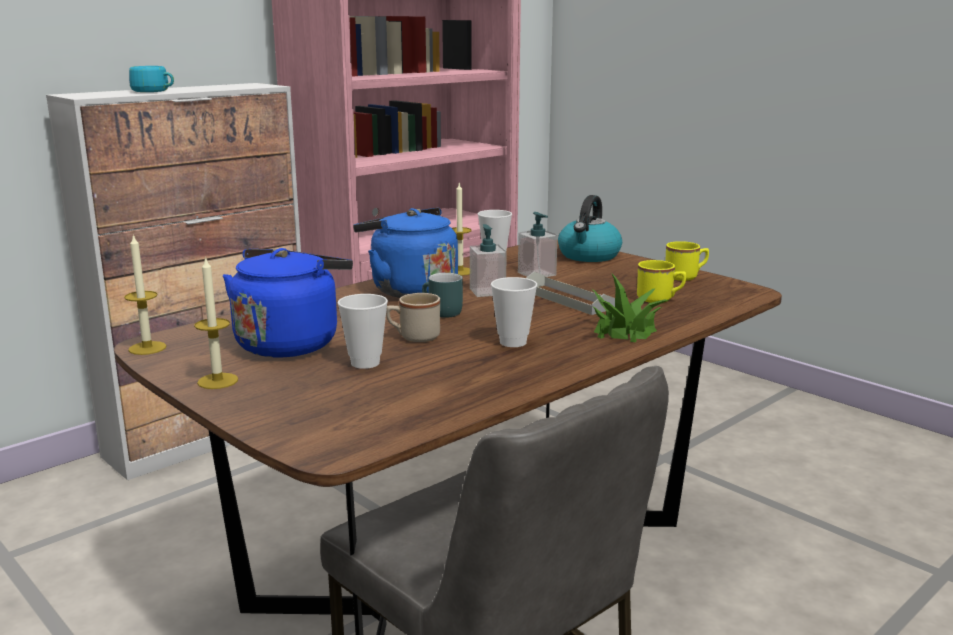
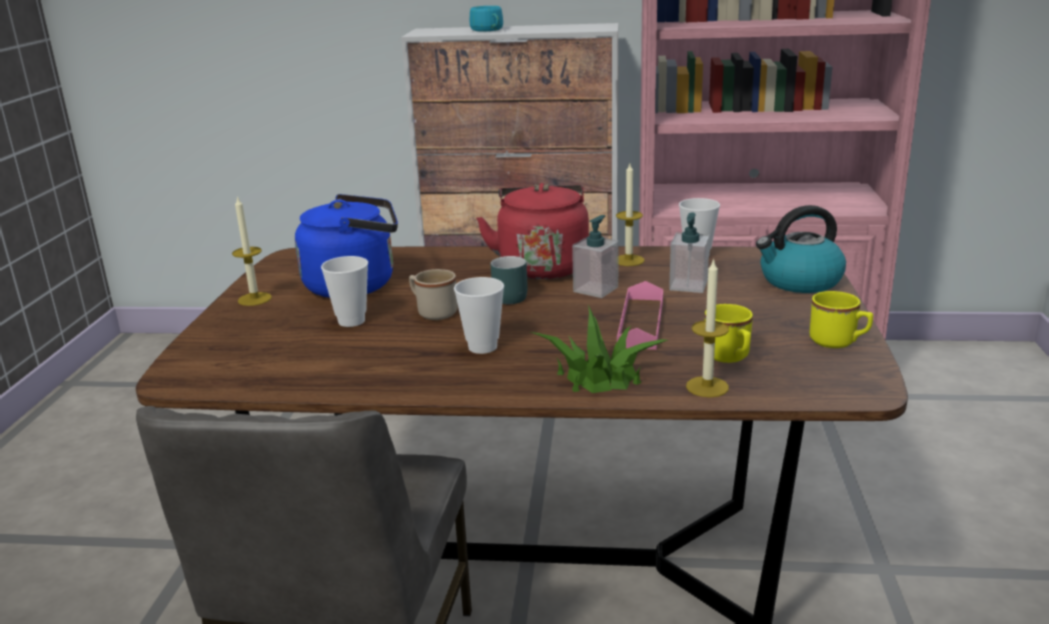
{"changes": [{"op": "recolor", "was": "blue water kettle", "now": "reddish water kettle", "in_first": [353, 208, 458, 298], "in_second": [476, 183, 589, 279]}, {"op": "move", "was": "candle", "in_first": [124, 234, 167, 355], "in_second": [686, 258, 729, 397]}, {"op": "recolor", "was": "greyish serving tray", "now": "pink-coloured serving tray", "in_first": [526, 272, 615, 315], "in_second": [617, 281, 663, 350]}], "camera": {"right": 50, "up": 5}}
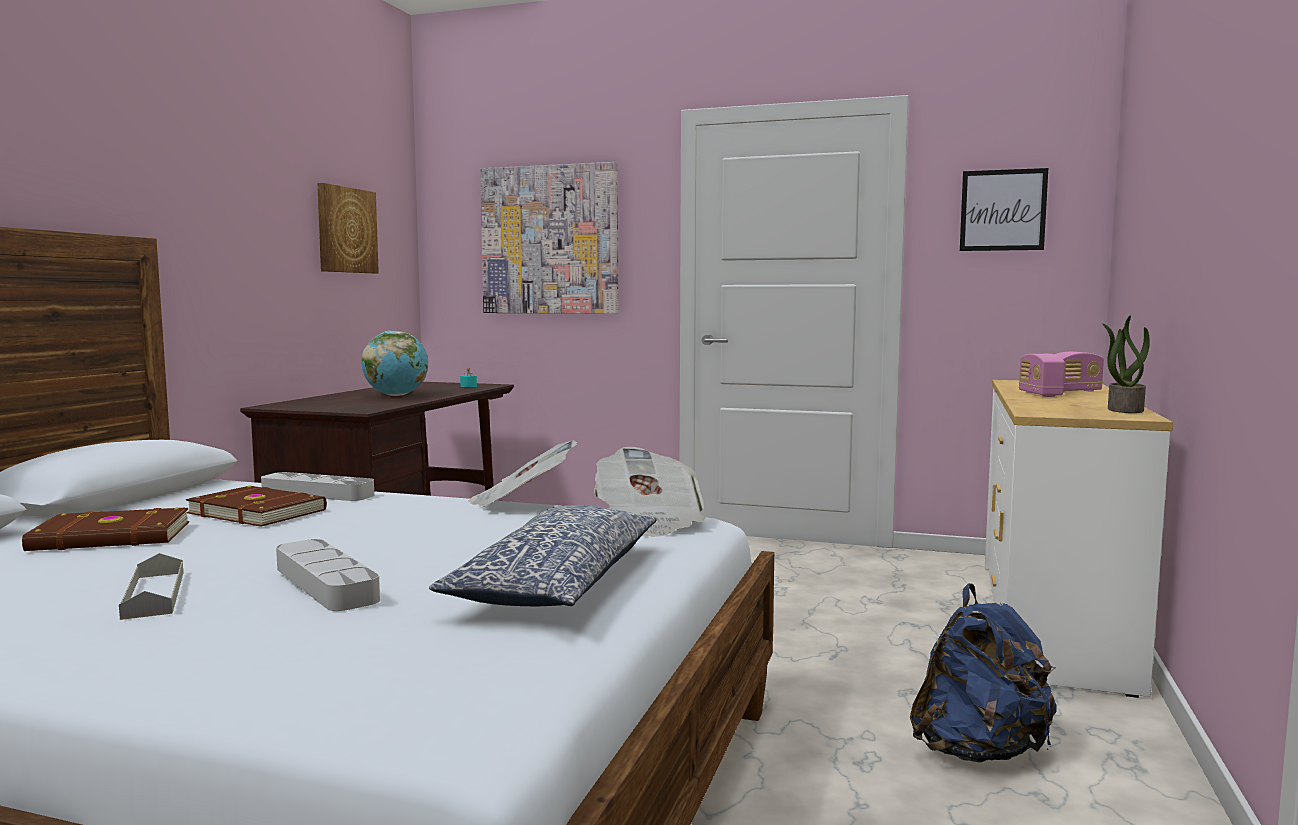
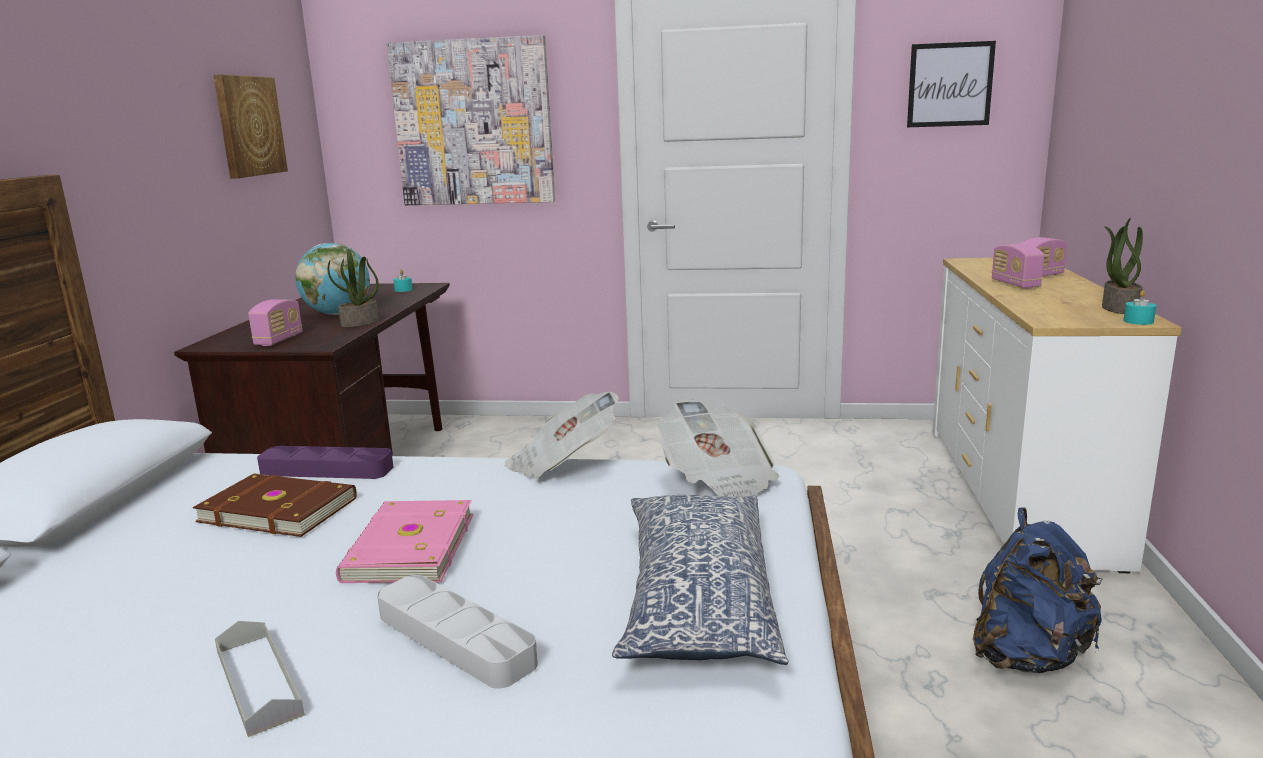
{"changes": [{"op": "recolor", "was": "greyish serving tray", "now": "purple serving tray", "in_first": [261, 472, 374, 501], "in_second": [257, 446, 393, 479]}, {"op": "delete", "was": "brown-coloured bound book", "in_first": [22, 508, 189, 551]}, {"op": "insert", "now": "plant in a pot", "in_second": [327, 249, 379, 327]}, {"op": "insert", "now": "turquoise candle", "in_second": [1123, 290, 1156, 325]}, {"op": "insert", "now": "radio receiver", "in_second": [248, 299, 303, 346]}, {"op": "insert", "now": "pink-coloured bound book", "in_second": [336, 500, 473, 583]}], "camera": {"right": -10, "up": 10}}
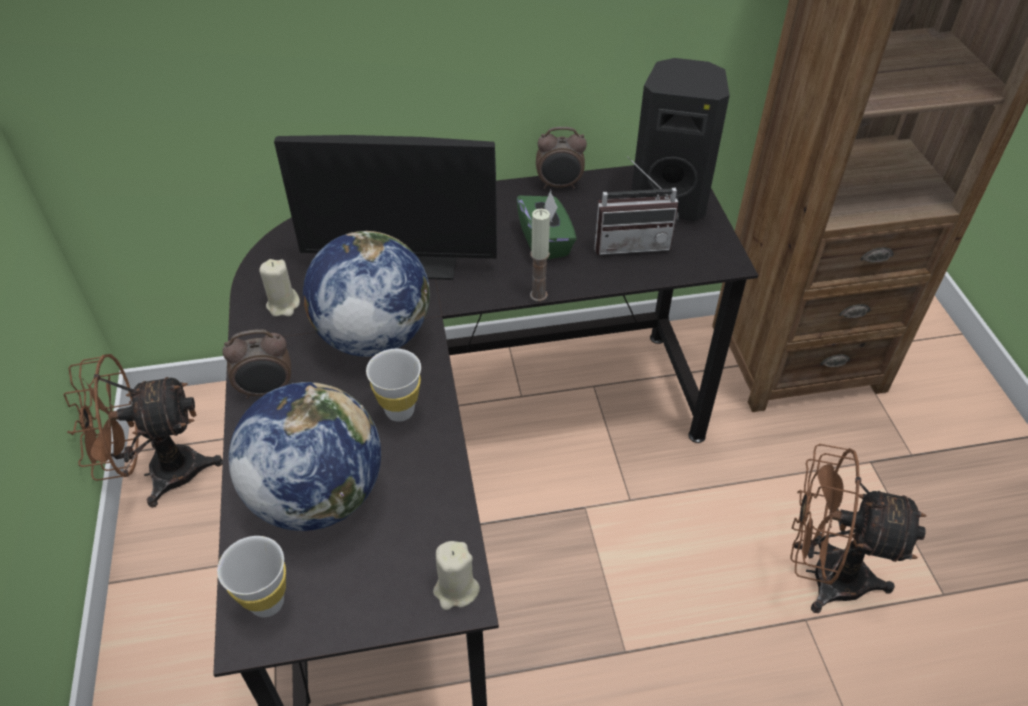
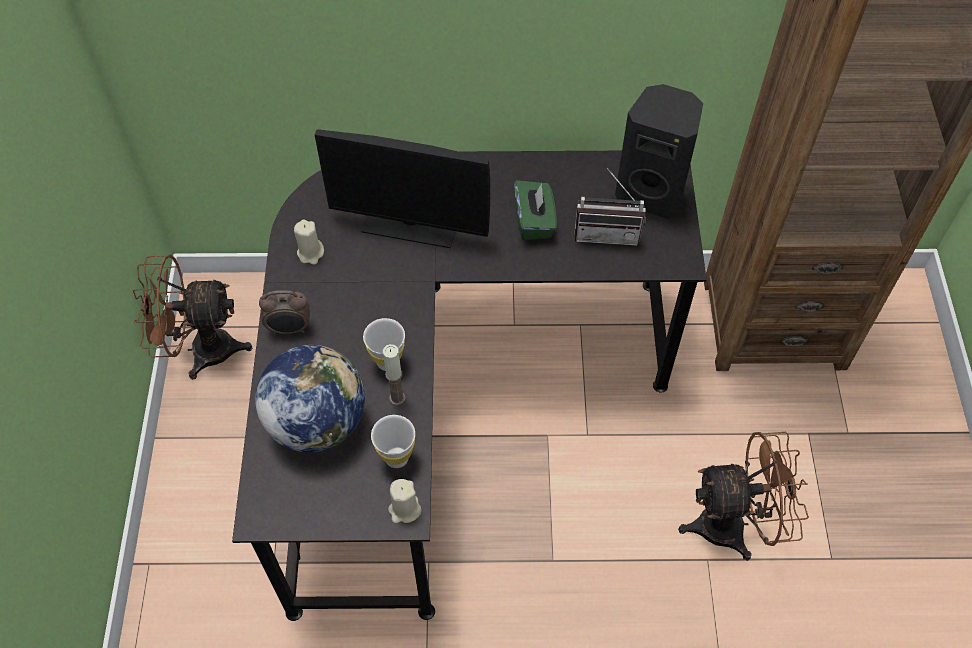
{"changes": [{"op": "delete", "was": "alarm clock", "in_first": [536, 127, 587, 189]}, {"op": "move", "was": "candle", "in_first": [530, 209, 550, 302], "in_second": [383, 344, 405, 405]}, {"op": "delete", "was": "desk globe", "in_first": [303, 231, 430, 357]}, {"op": "rotate", "was": "brown-coloured cooling fan", "in_first": [790, 444, 926, 613], "in_second": [678, 432, 809, 561], "clockwise": 150}, {"op": "move", "was": "white drinking cup", "in_first": [217, 536, 286, 617], "in_second": [371, 415, 415, 468]}], "camera": {"right": 10, "up": 10}}
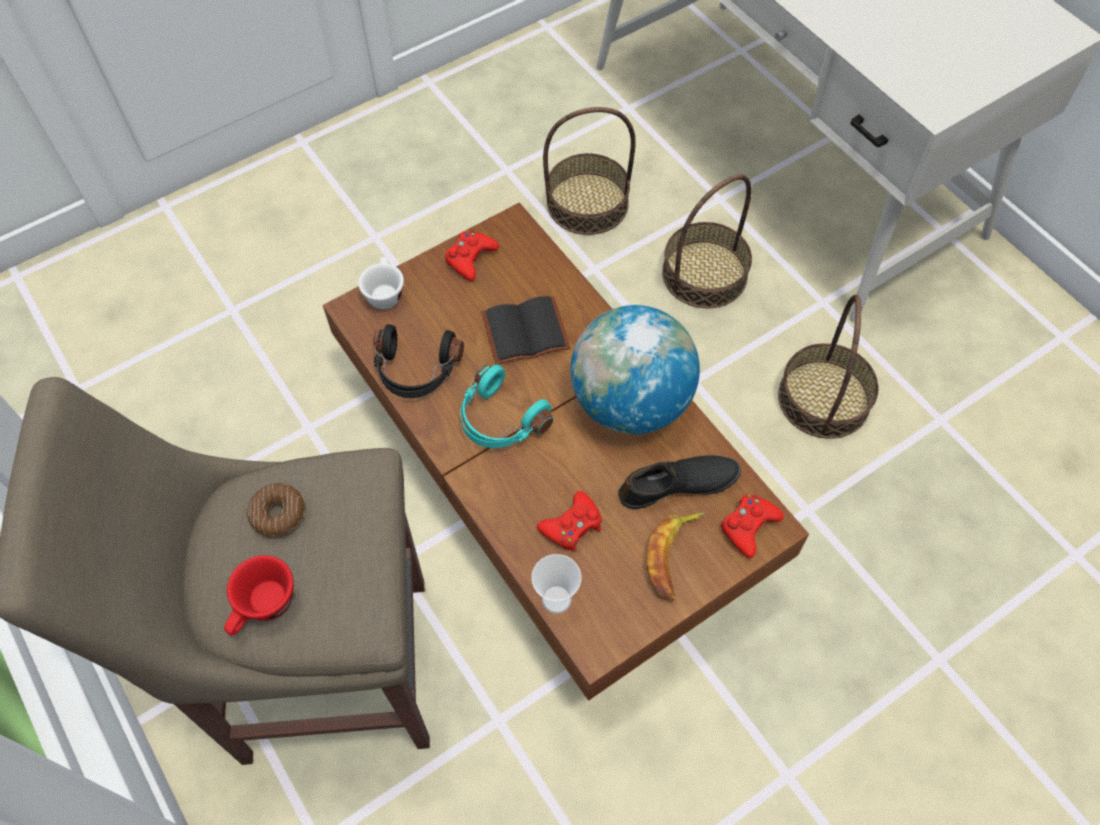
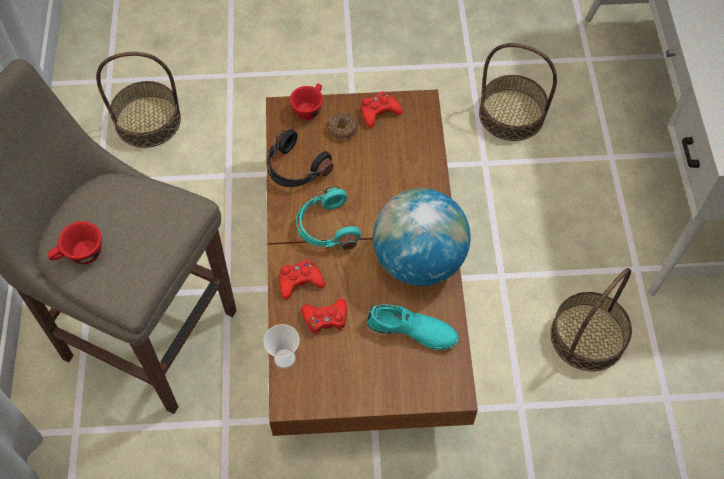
{"changes": [{"op": "move", "was": "household basket", "in_first": [662, 174, 752, 308], "in_second": [96, 52, 181, 148]}, {"op": "recolor", "was": "white drinking cup", "now": "reddish drinking cup", "in_first": [358, 257, 404, 309], "in_second": [290, 84, 323, 120]}, {"op": "delete", "was": "black bound book", "in_first": [482, 296, 570, 365]}, {"op": "recolor", "was": "black low shoe", "now": "turquoise low shoe", "in_first": [618, 455, 741, 509], "in_second": [367, 304, 459, 350]}, {"op": "move", "was": "doughnut", "in_first": [247, 483, 305, 536], "in_second": [327, 113, 358, 140]}, {"op": "move", "was": "reddish game controller", "in_first": [720, 494, 784, 558], "in_second": [279, 259, 325, 299]}, {"op": "delete", "was": "banana fruit", "in_first": [647, 512, 705, 601]}], "camera": {"right": 30, "up": 0}}
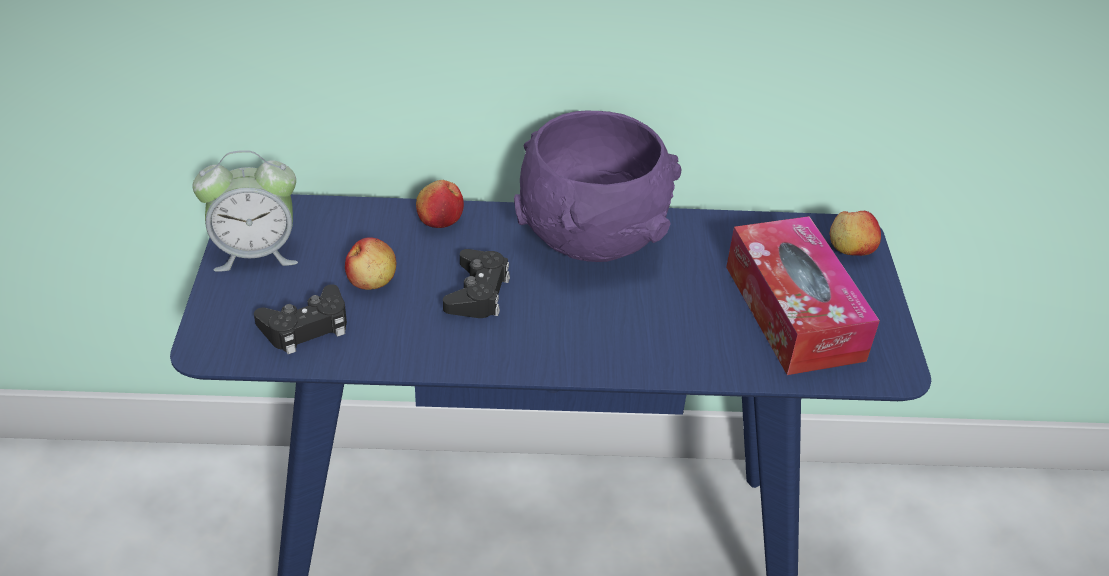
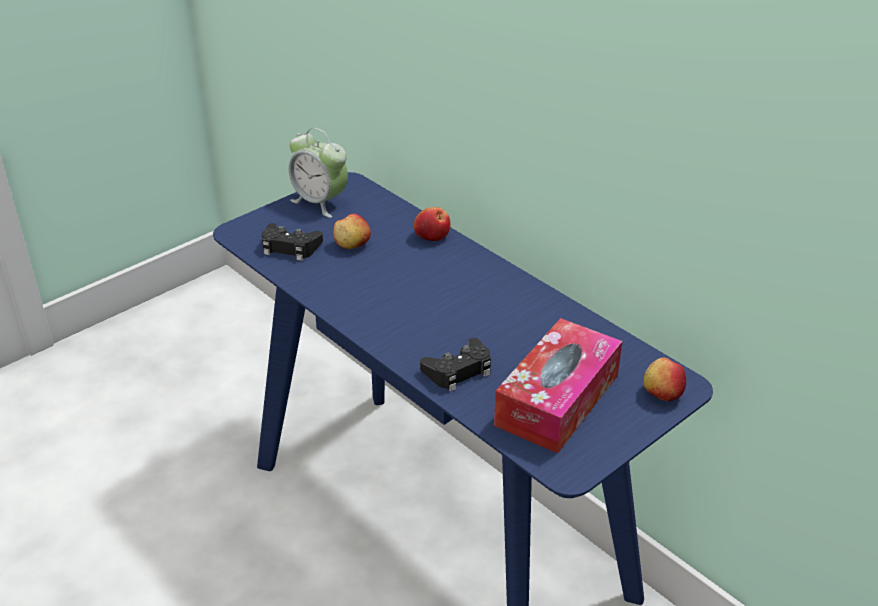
{"changes": [{"op": "delete", "was": "purple serving bowl", "in_first": [514, 111, 682, 262]}, {"op": "move", "was": "black game controller", "in_first": [443, 249, 510, 318], "in_second": [420, 338, 491, 392]}], "camera": {"right": 50, "up": -5}}
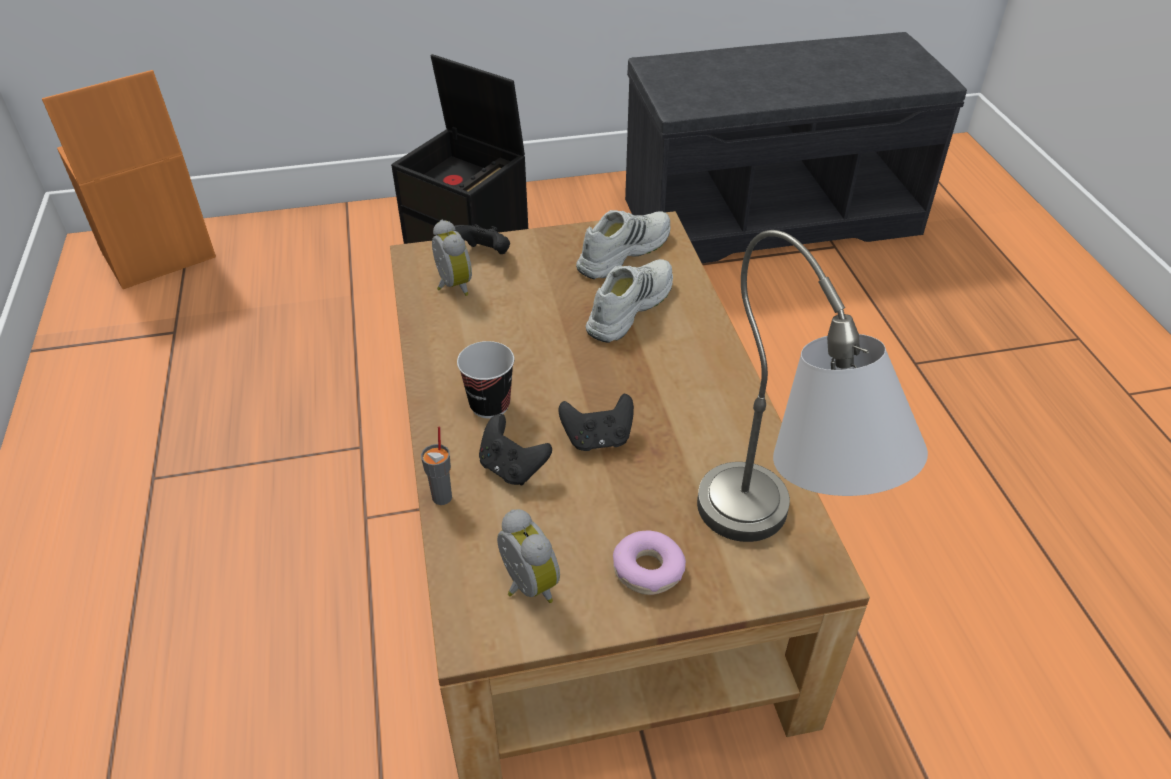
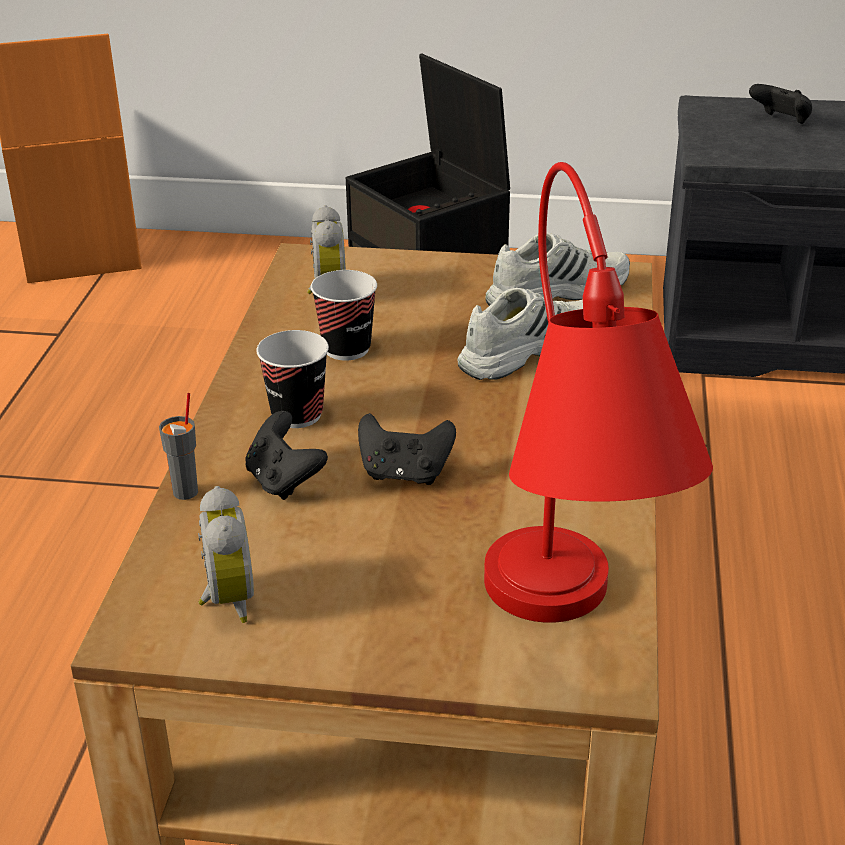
{"changes": [{"op": "move", "was": "black game controller", "in_first": [453, 224, 510, 254], "in_second": [749, 84, 812, 124]}, {"op": "recolor", "was": "greyish lamp for a table", "now": "reddish lamp for a table", "in_first": [697, 230, 928, 542], "in_second": [484, 162, 713, 623]}, {"op": "delete", "was": "doughnut", "in_first": [613, 531, 686, 595]}, {"op": "insert", "now": "drinking cup", "in_second": [311, 270, 377, 361]}], "camera": {"right": 20, "up": -10}}
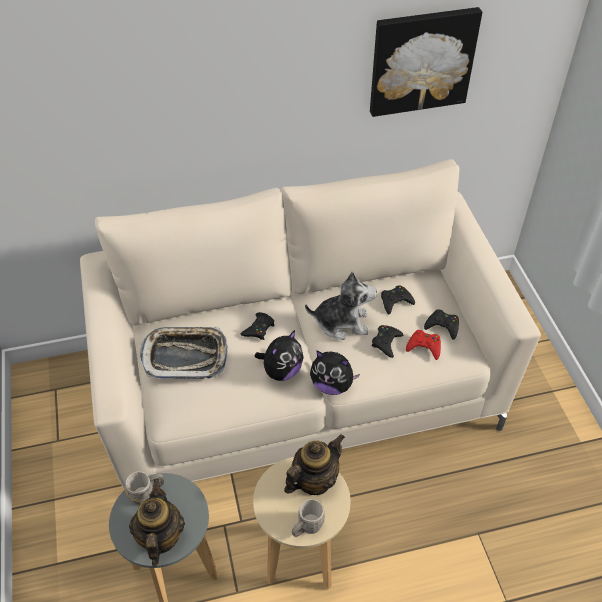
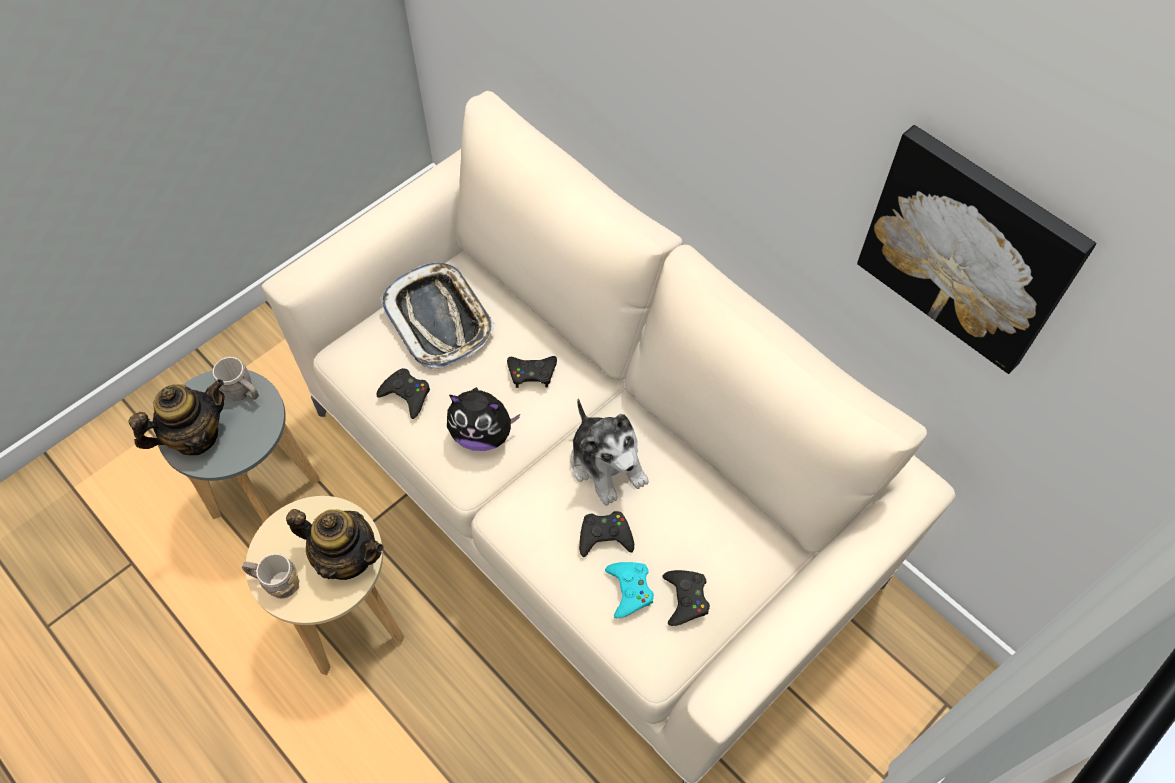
{"changes": [{"op": "move", "was": "black game controller", "in_first": [381, 285, 415, 314], "in_second": [377, 368, 430, 419]}, {"op": "recolor", "was": "reddish game controller", "now": "turquoise game controller", "in_first": [406, 330, 441, 360], "in_second": [605, 562, 654, 618]}, {"op": "delete", "was": "soft toy", "in_first": [310, 350, 360, 395]}], "camera": {"right": 60, "up": 10}}
